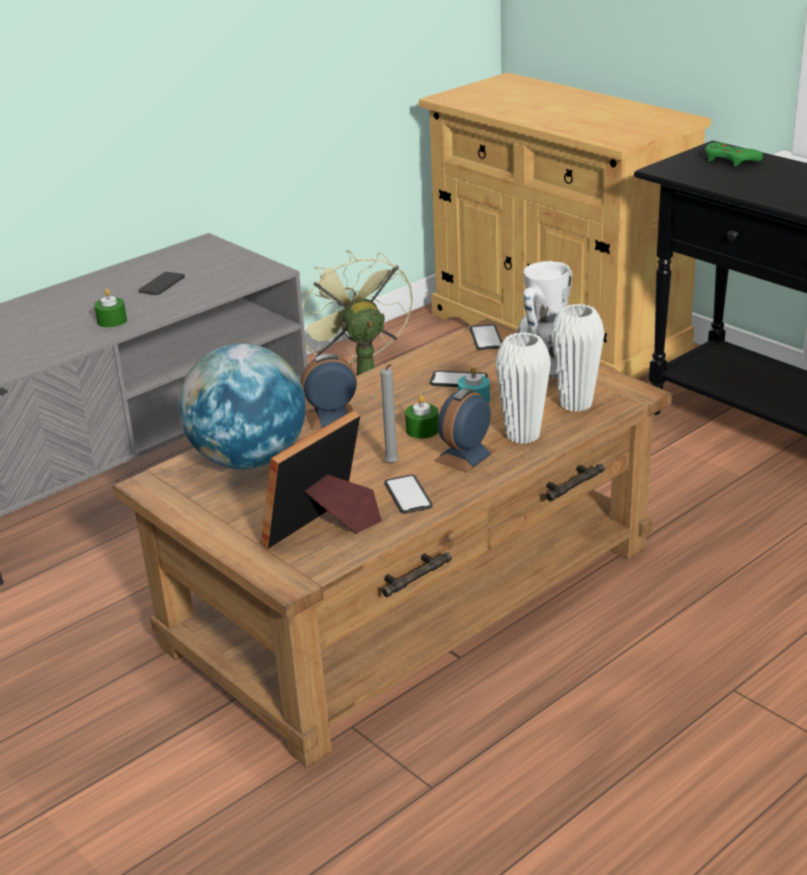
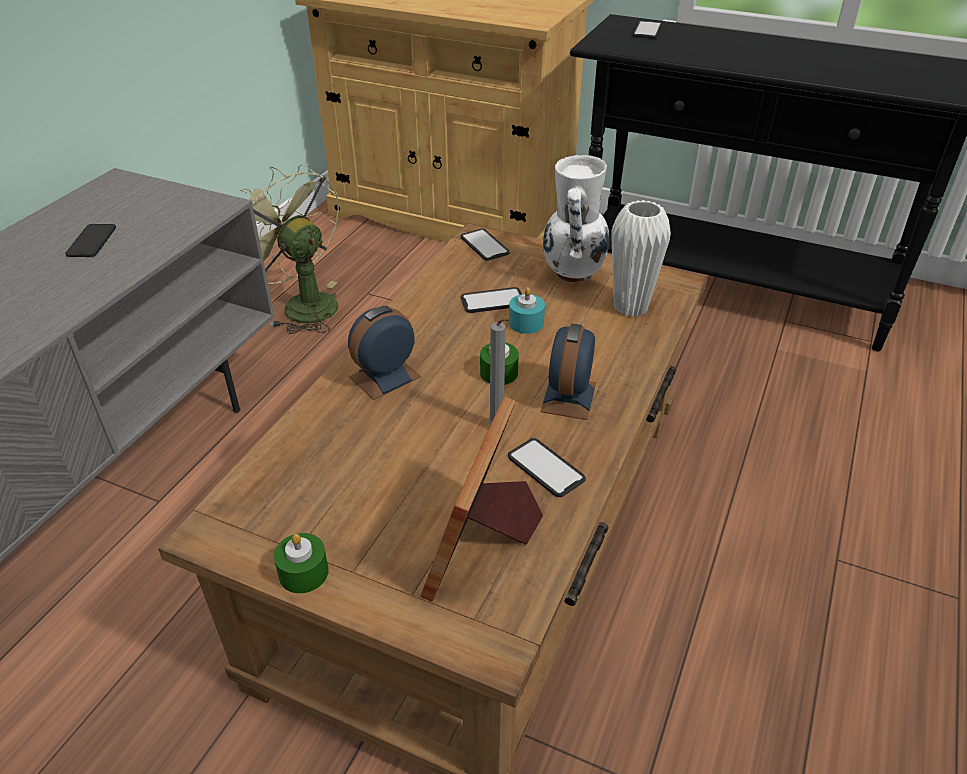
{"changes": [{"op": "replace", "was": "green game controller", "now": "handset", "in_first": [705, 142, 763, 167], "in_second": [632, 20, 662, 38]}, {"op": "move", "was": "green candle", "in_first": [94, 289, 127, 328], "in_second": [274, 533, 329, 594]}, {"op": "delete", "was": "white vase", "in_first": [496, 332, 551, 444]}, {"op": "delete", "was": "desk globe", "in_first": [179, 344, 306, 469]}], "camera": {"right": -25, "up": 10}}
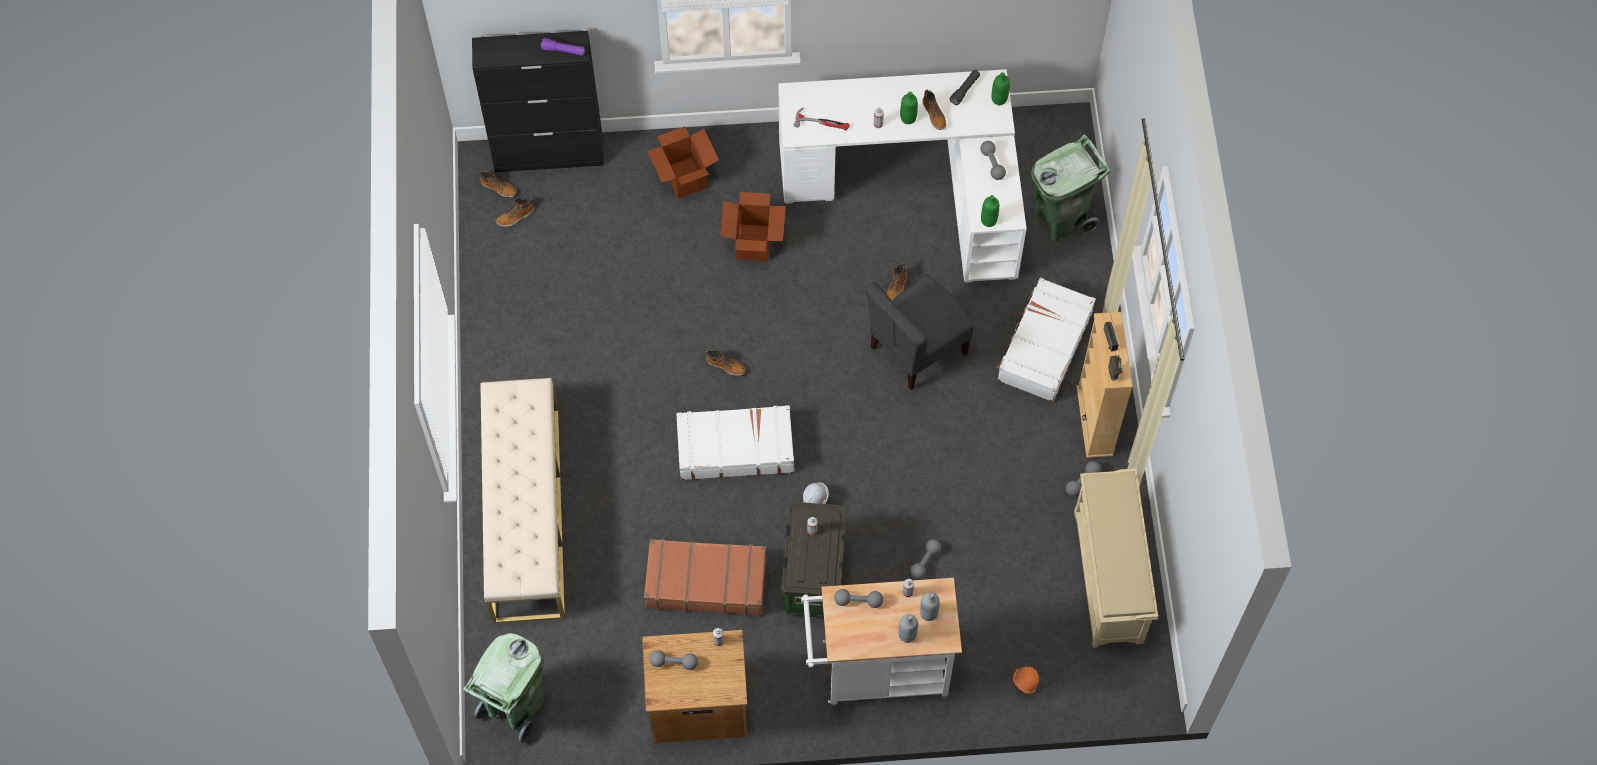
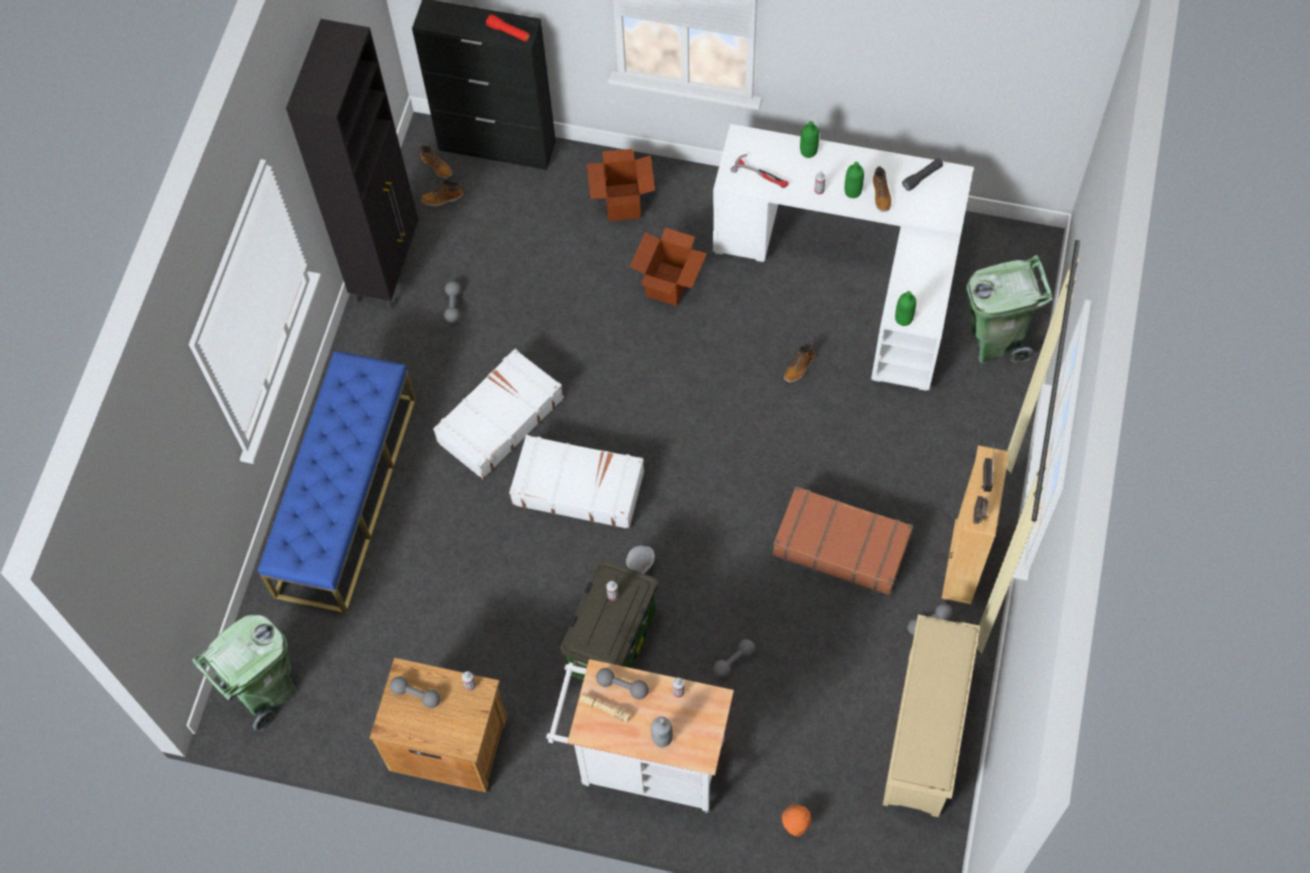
{"changes": [{"op": "recolor", "was": "purple hand torch", "now": "reddish hand torch", "in_first": [541, 38, 585, 56], "in_second": [486, 15, 530, 42]}, {"op": "move", "was": "green drink bottle", "in_first": [992, 72, 1010, 105], "in_second": [800, 121, 819, 158]}, {"op": "move", "was": "greyish free weight", "in_first": [980, 141, 1006, 180], "in_second": [444, 281, 461, 323]}, {"op": "delete", "was": "greyish upright chair", "in_first": [866, 274, 974, 390]}, {"op": "move", "was": "white suitcase", "in_first": [997, 278, 1096, 402], "in_second": [433, 348, 564, 479]}, {"op": "delete", "was": "high-top boot", "in_first": [706, 350, 745, 376]}, {"op": "recolor", "was": "beige indoor bench", "now": "blue indoor bench", "in_first": [481, 378, 565, 624], "in_second": [258, 351, 416, 614]}, {"op": "move", "was": "brown-coloured suitcase", "in_first": [644, 539, 766, 616], "in_second": [773, 486, 913, 596]}, {"op": "delete", "was": "greyish drink bottle", "in_first": [920, 592, 940, 621]}, {"op": "insert", "now": "black cabinet", "in_second": [286, 19, 418, 309]}, {"op": "insert", "now": "beige hand torch", "in_second": [580, 694, 631, 722]}], "camera": {"right": 20, "up": 0}}
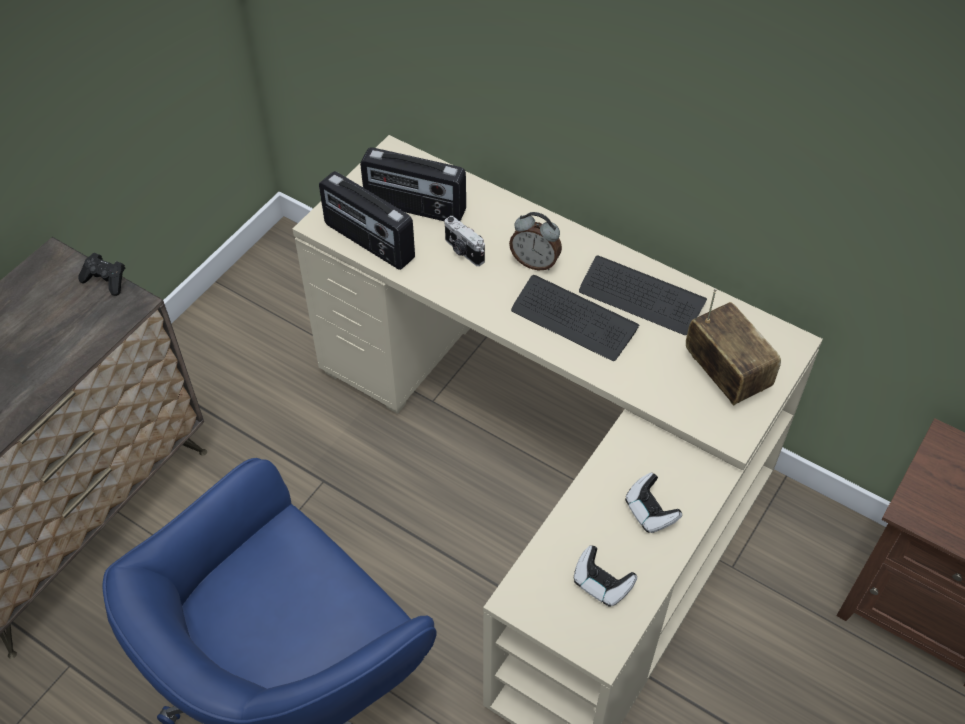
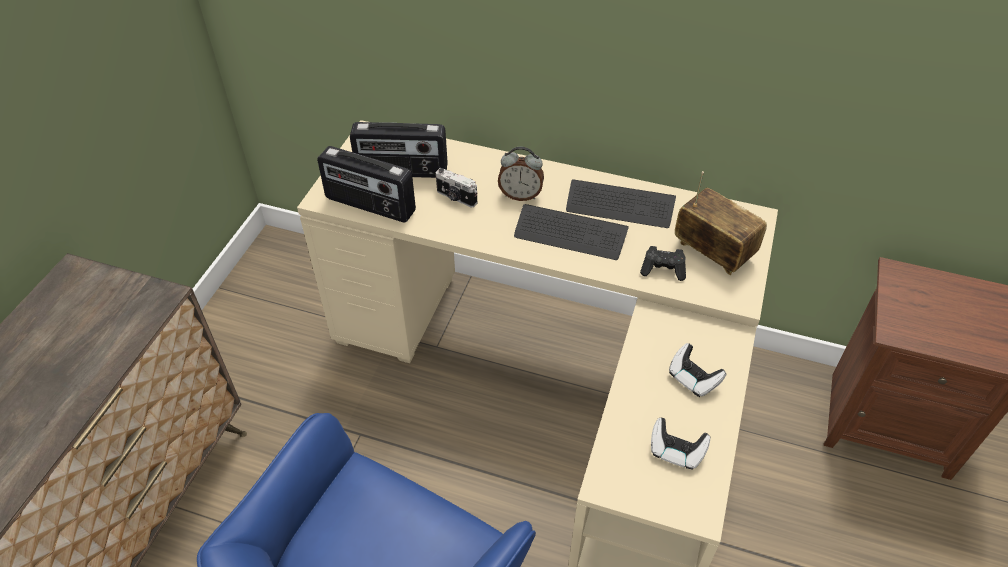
{"changes": [{"op": "move", "was": "black game controller", "in_first": [78, 253, 125, 296], "in_second": [640, 246, 686, 281]}], "camera": {"right": -15, "up": -5}}
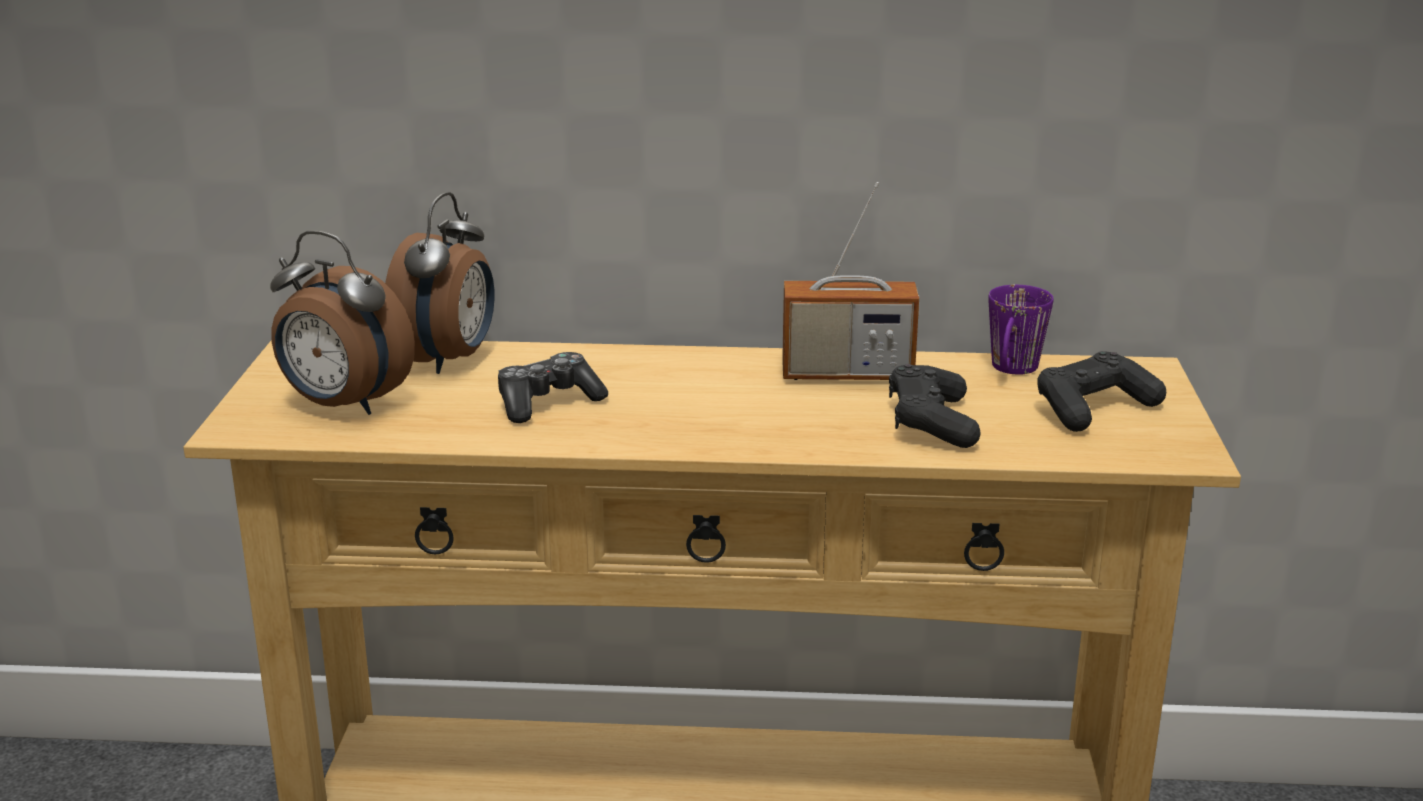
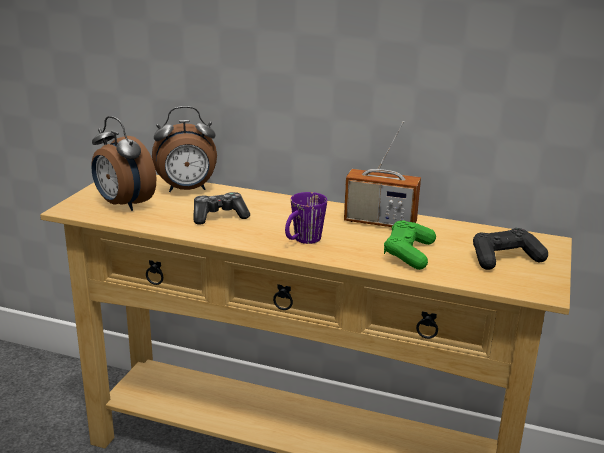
{"changes": [{"op": "rotate", "was": "alarm clock", "in_first": [385, 192, 494, 374], "in_second": [152, 106, 217, 192], "clockwise": 45}, {"op": "move", "was": "purple tea mug", "in_first": [988, 285, 1054, 375], "in_second": [285, 192, 327, 244]}, {"op": "recolor", "was": "black game controller", "now": "green game controller", "in_first": [889, 364, 981, 448], "in_second": [384, 220, 436, 270]}], "camera": {"right": 15, "up": 0}}
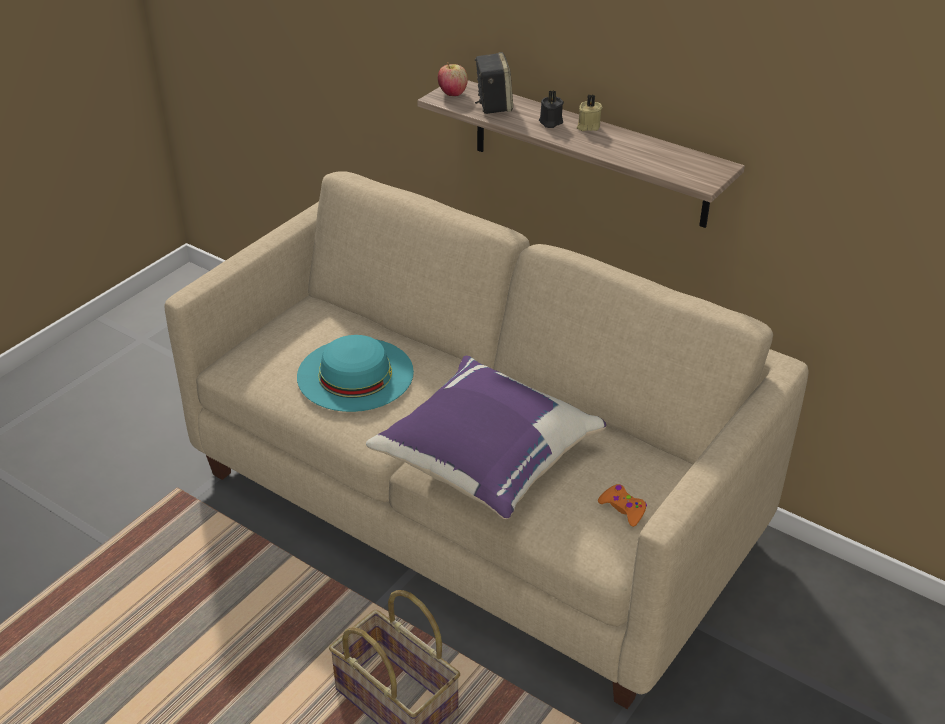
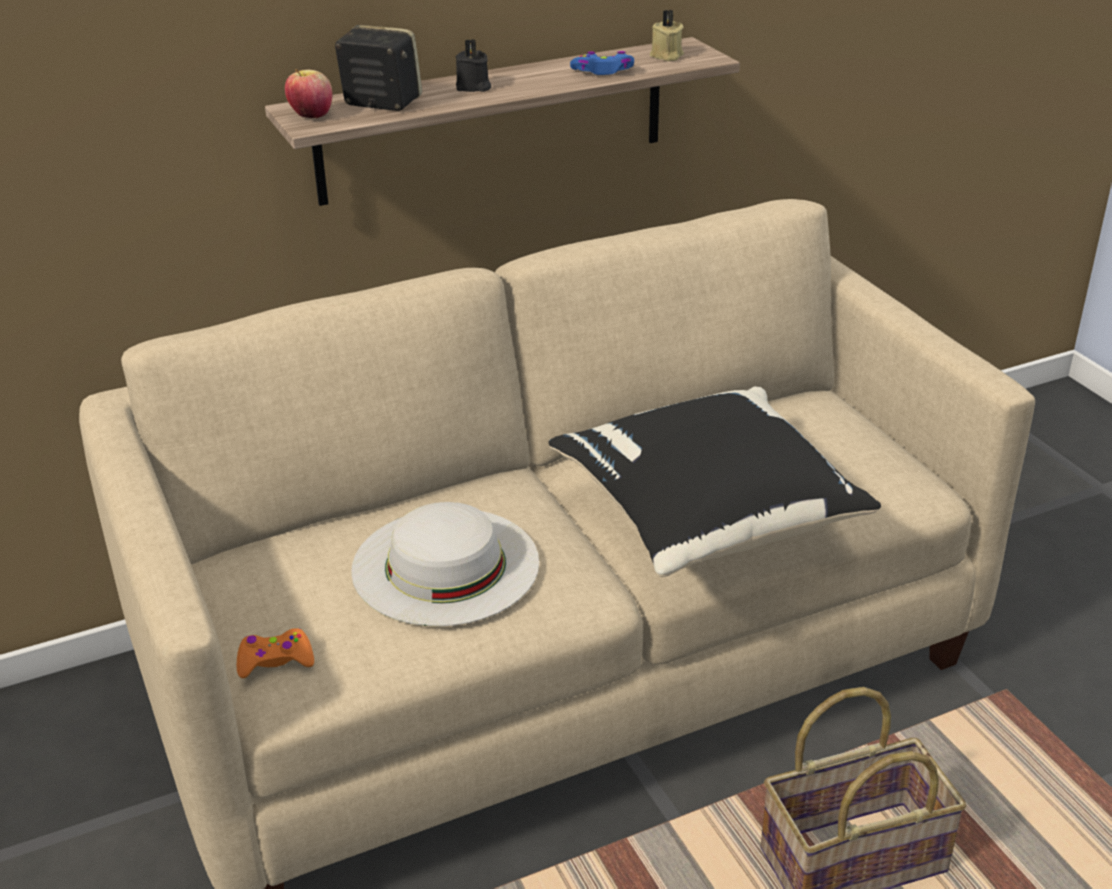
{"changes": [{"op": "move", "was": "beige candle", "in_first": [577, 95, 603, 131], "in_second": [650, 10, 684, 61]}, {"op": "recolor", "was": "turquoise wearable hat", "now": "white wearable hat", "in_first": [297, 335, 414, 412], "in_second": [351, 502, 539, 626]}, {"op": "recolor", "was": "purple throw pillow", "now": "black throw pillow", "in_first": [366, 356, 606, 519], "in_second": [549, 387, 881, 577]}, {"op": "move", "was": "orange game controller", "in_first": [598, 484, 647, 527], "in_second": [237, 628, 314, 678]}, {"op": "insert", "now": "blue game controller", "in_second": [570, 51, 634, 75]}], "camera": {"right": -60, "up": -5}}
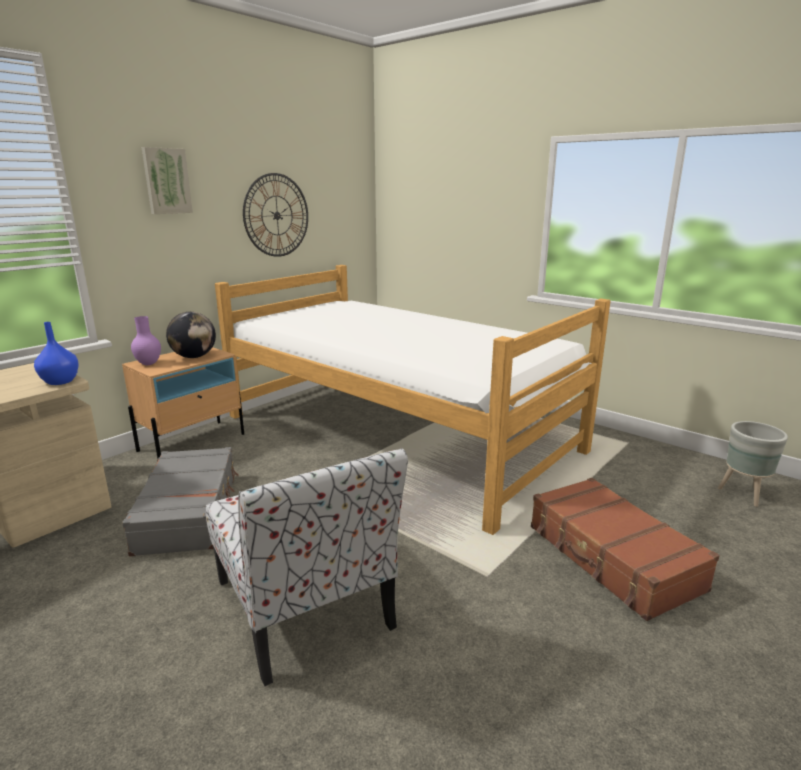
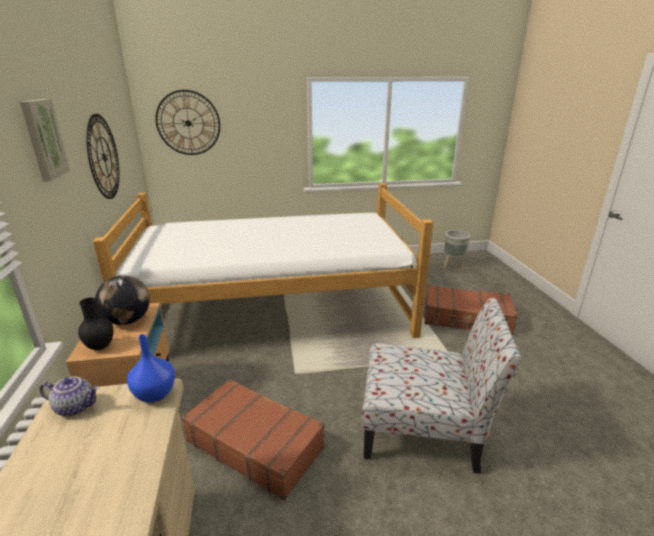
{"changes": [{"op": "recolor", "was": "purple vase", "now": "black vase", "in_first": [131, 316, 161, 365], "in_second": [78, 298, 113, 350]}, {"op": "recolor", "was": "greyish suitcase", "now": "brown-coloured suitcase", "in_first": [122, 447, 239, 557], "in_second": [182, 379, 325, 500]}, {"op": "insert", "now": "hanging clock", "in_second": [156, 90, 220, 155]}, {"op": "insert", "now": "teapot", "in_second": [40, 376, 99, 416]}], "camera": {"right": -50, "up": 5}}
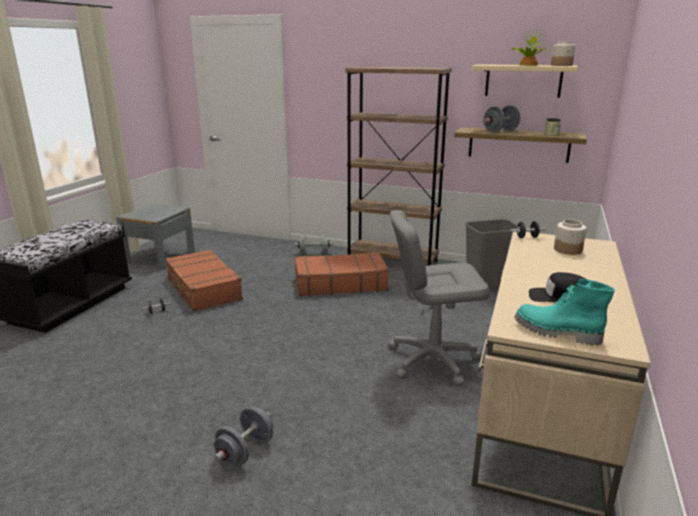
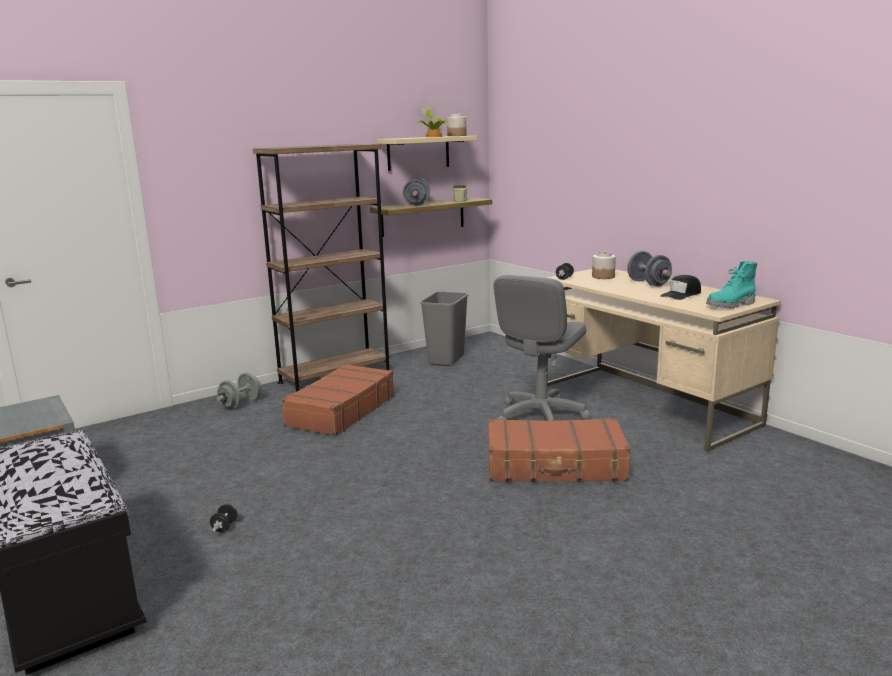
{"changes": [{"op": "move", "was": "brown-coloured suitcase", "in_first": [165, 249, 243, 312], "in_second": [488, 418, 631, 482]}, {"op": "move", "was": "greyish free weight", "in_first": [214, 407, 273, 466], "in_second": [627, 251, 672, 287]}], "camera": {"right": -55, "up": -5}}
